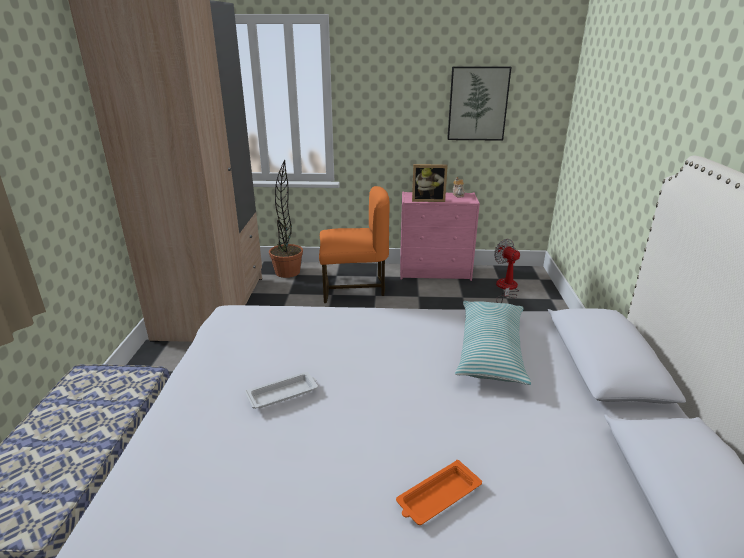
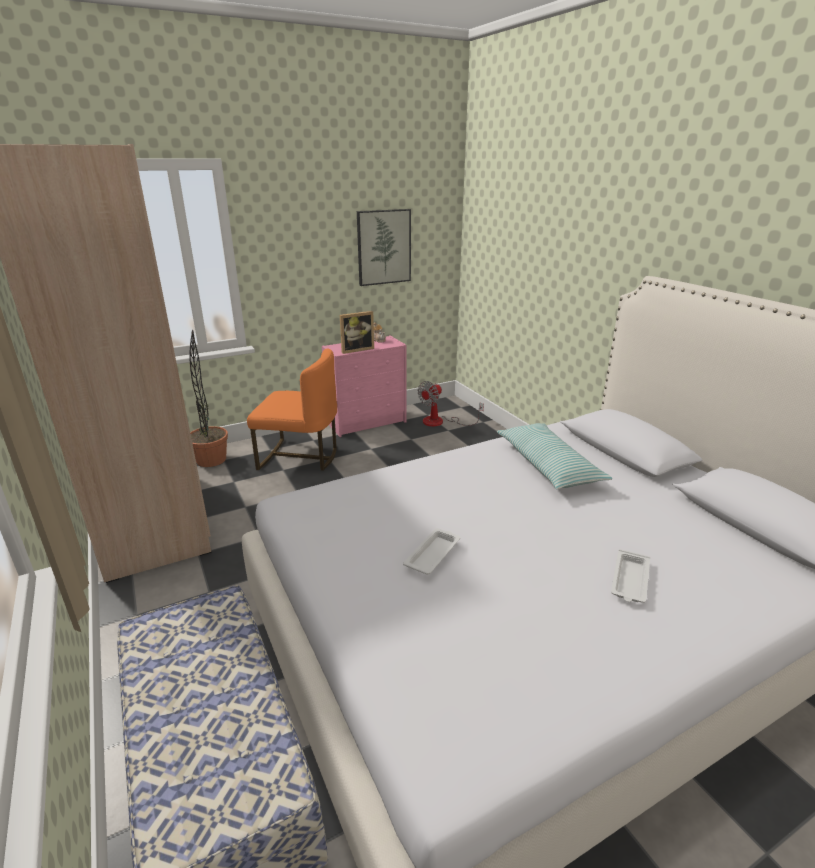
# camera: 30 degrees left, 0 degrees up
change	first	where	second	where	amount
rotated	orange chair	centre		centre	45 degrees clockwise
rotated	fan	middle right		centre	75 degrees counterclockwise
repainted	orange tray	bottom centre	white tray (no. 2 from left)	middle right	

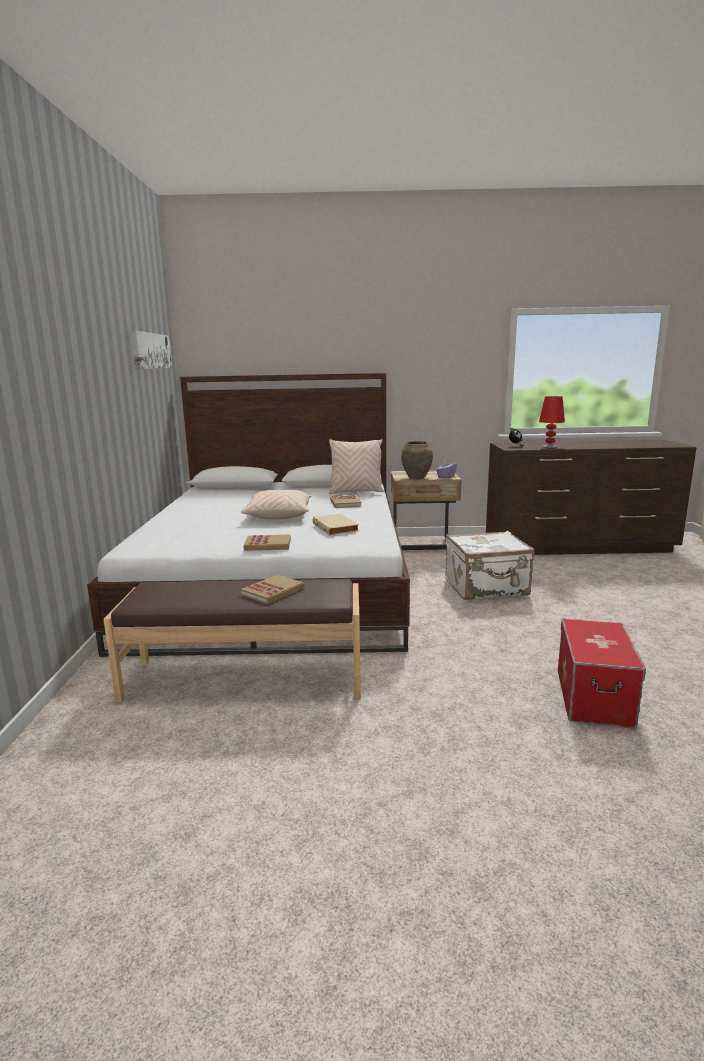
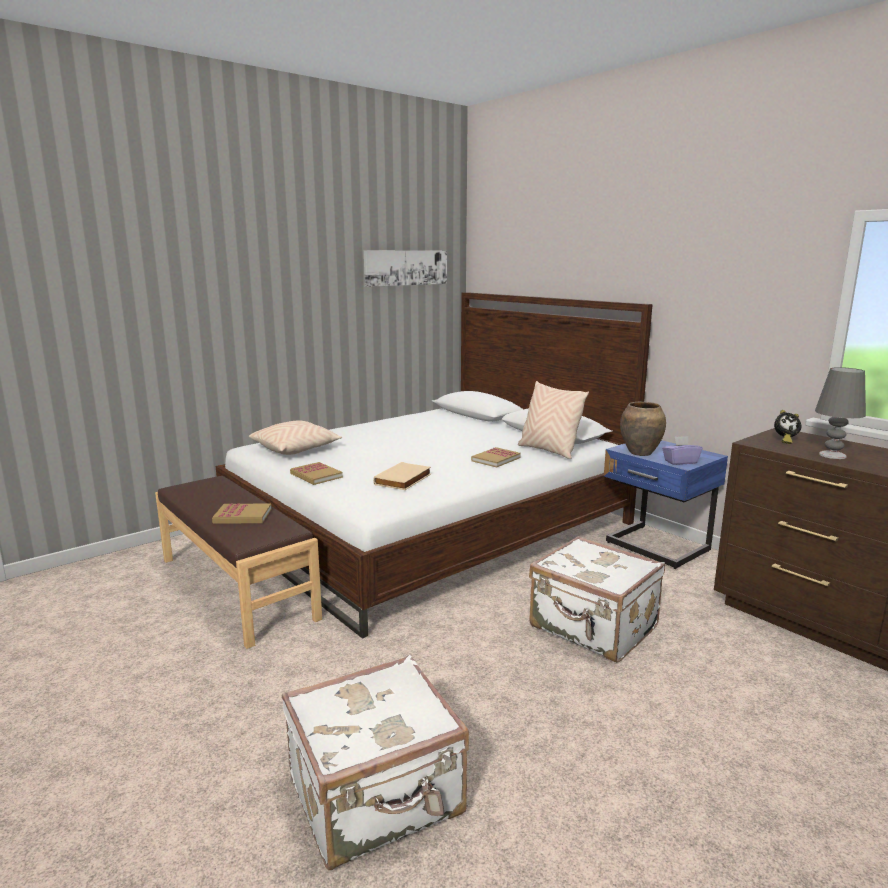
# camera: 50 degrees right, 0 degrees up
change	first	where	second	where	amount
shifted	beige pillow (no. 1 from left)	centre		middle left	
swapped	storage box	middle right	white suitcase (no. 1 from left)	bottom centre	
repainted	beige nightstand	centre	blue nightstand	middle right	
repainted	red table lamp	middle right	grey table lamp	middle right	

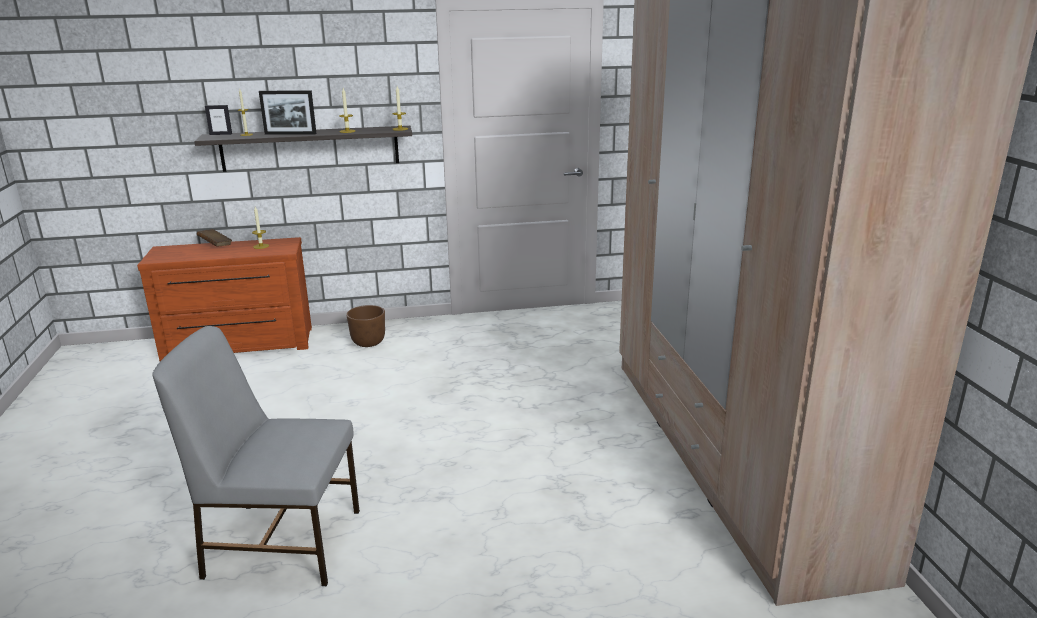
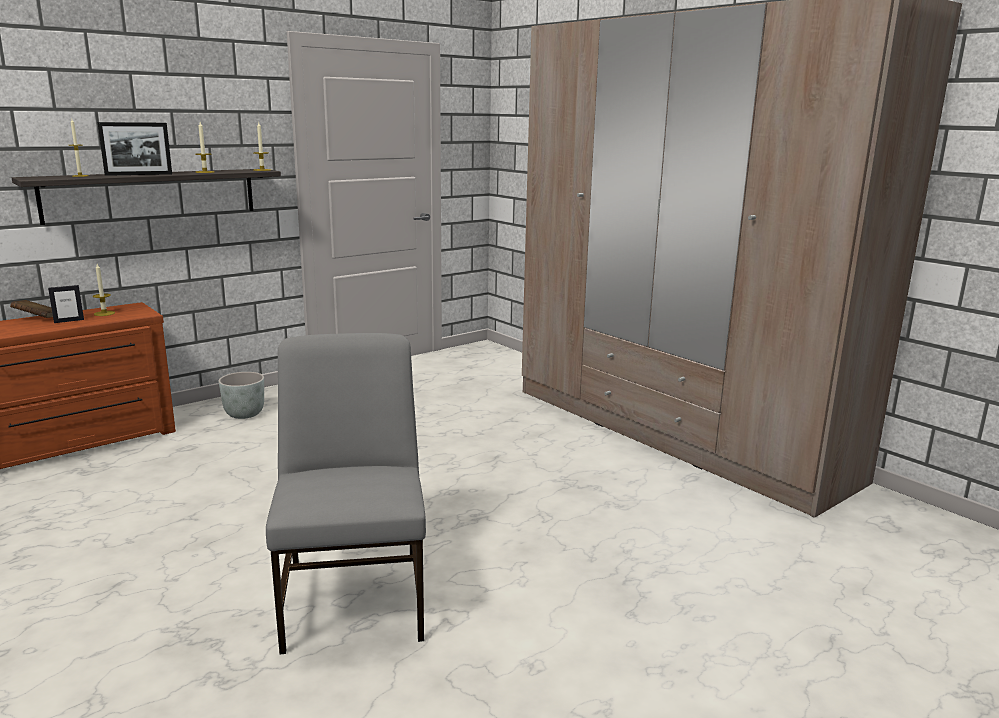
# camera: 30 degrees left, 5 degrees down
change	first	where	second	where	amount
shifted	picture frame (no. 1 from left)	top left		middle left	
repainted	brown planter	centre	grey planter	middle left	
rotated	grey chair	bottom left		bottom centre	105 degrees clockwise

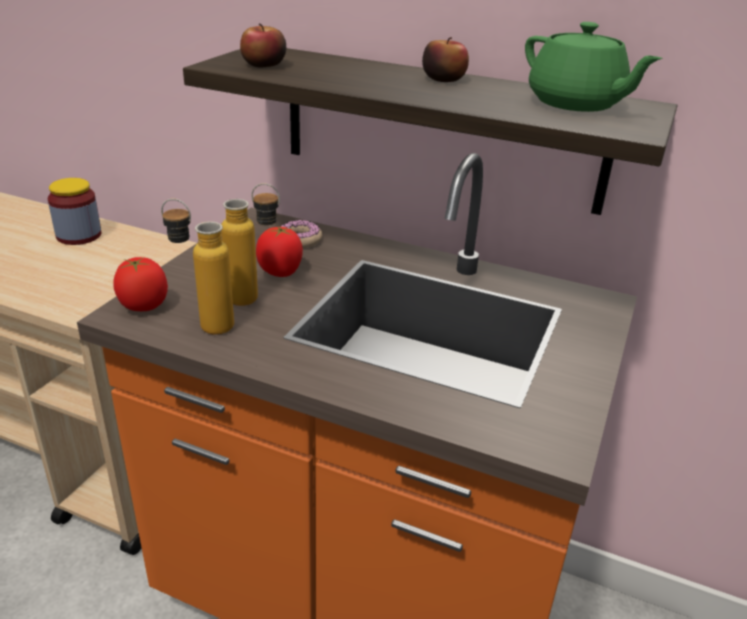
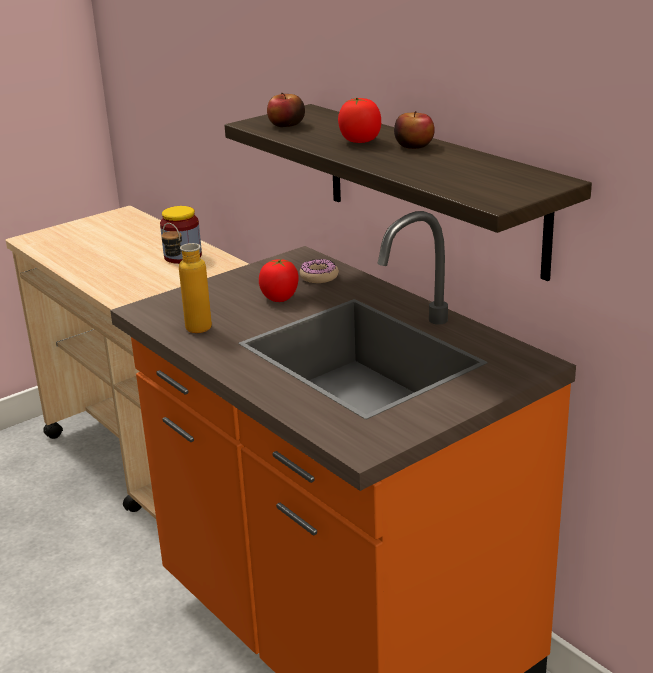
# camera: 30 degrees right, 5 degrees down
change	first	where	second	where	amount
shifted	tomato (no. 1 from left in the first image)	middle left	tomato (no. 2 from left)	top centre	
gone	bottle (no. 2 from left)	centre			
gone	green teapot	top right			

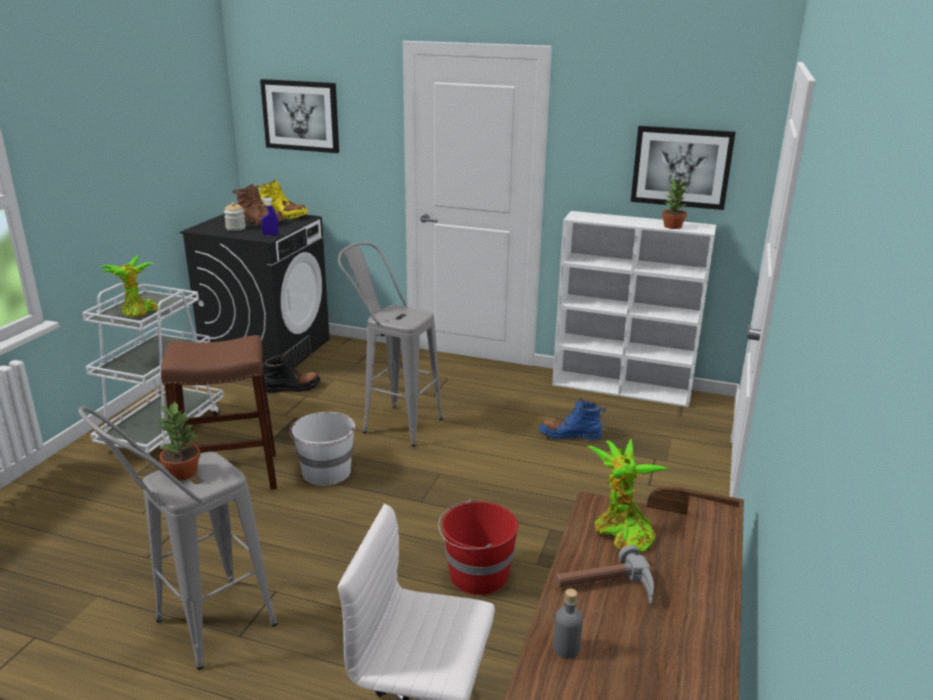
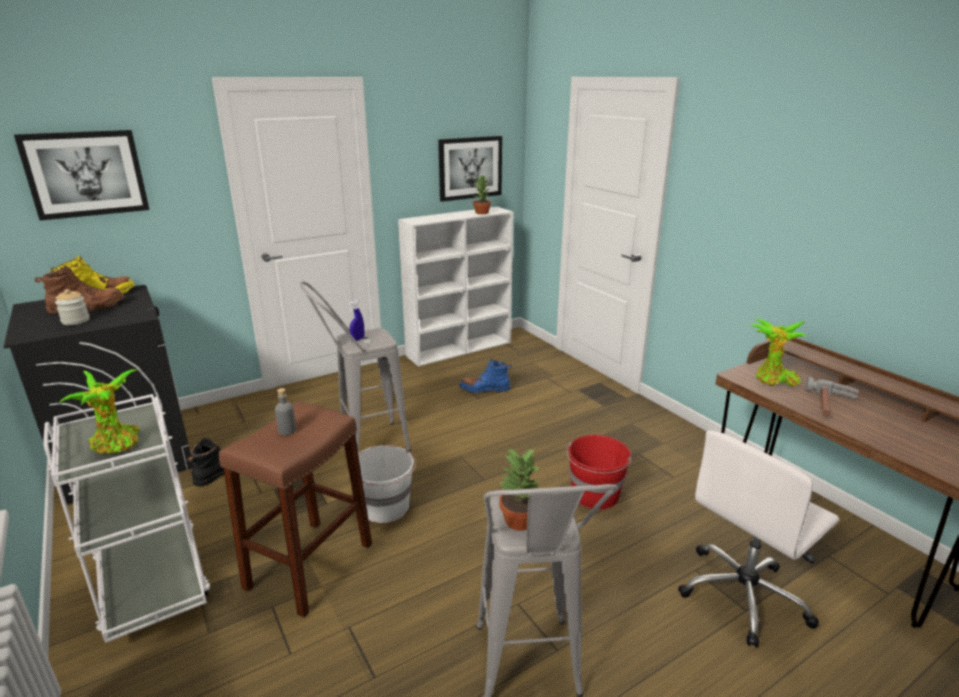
# camera: 50 degrees left, 0 degrees up
change	first	where	second	where	amount
shifted	grey bottle	bottom centre		middle left	
shifted	blue spray bottle	top left		centre	
rotated	blue boot	centre		centre	45 degrees clockwise

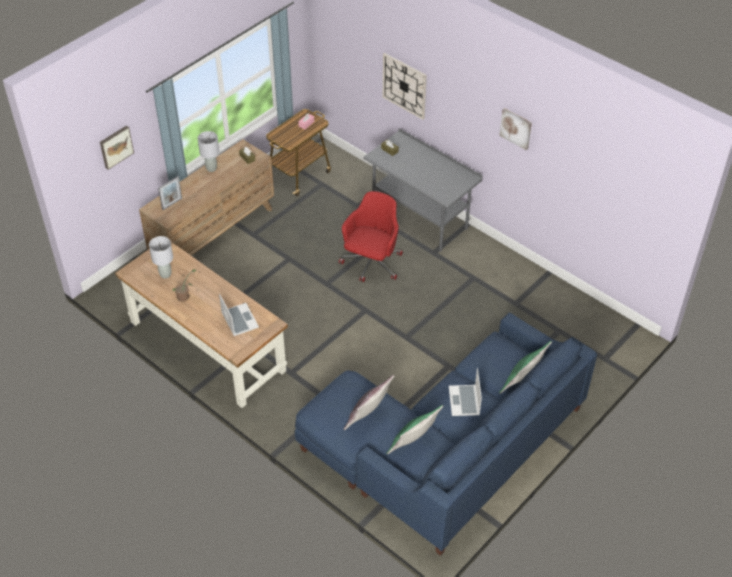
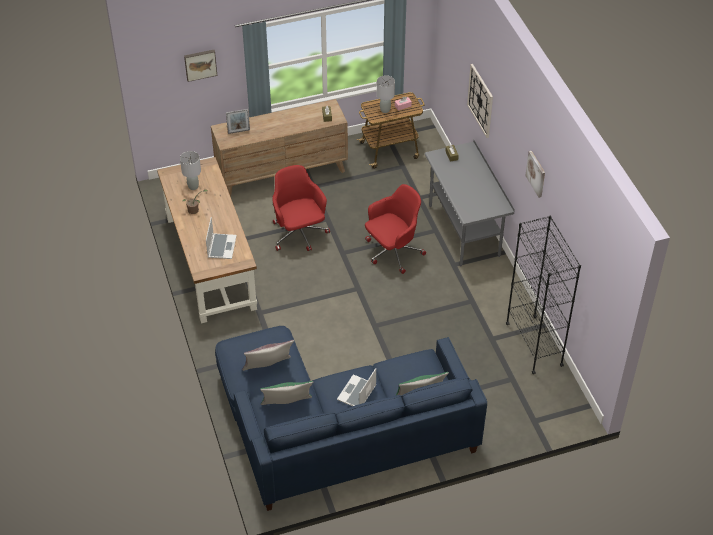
# camera: 30 degrees right, 0 degrees up
change	first	where	second	where	amount
new			red office chair (no. 1 from left)	centre	
shifted	grey table lamp (no. 2 from left)	top left		top centre	
new			black bookcase	middle right	

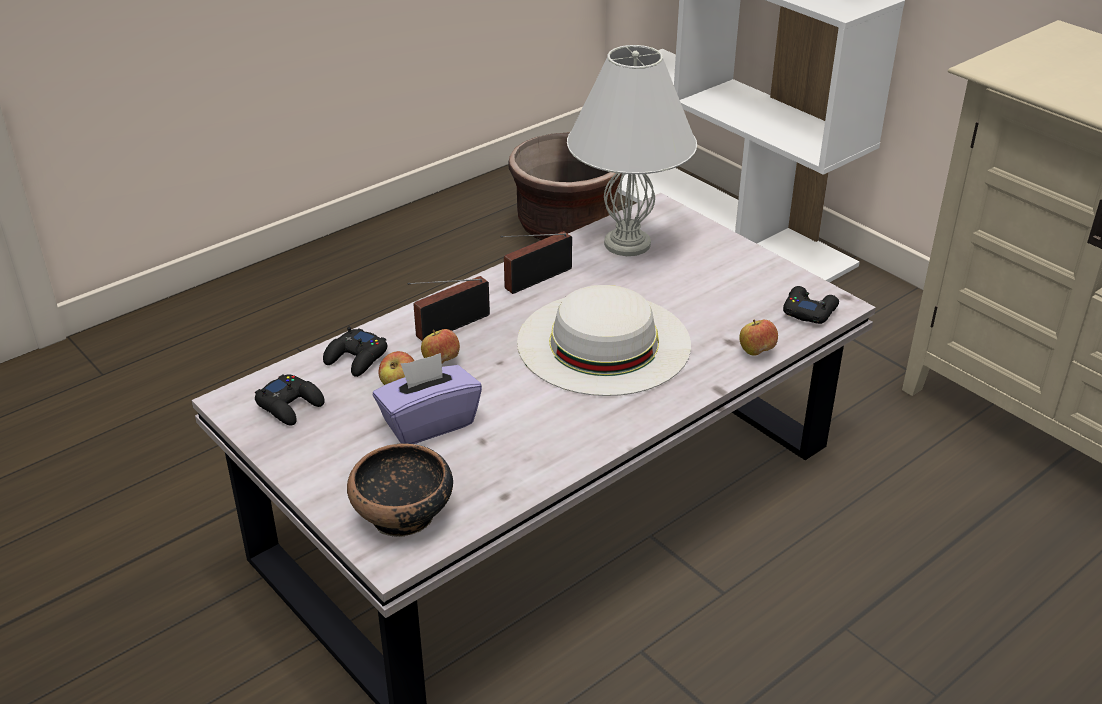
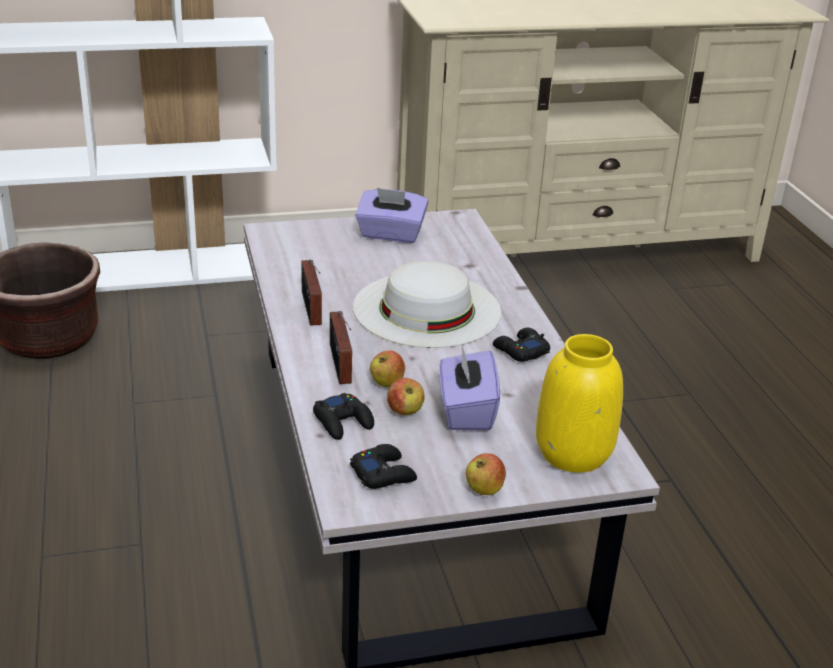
# camera: 65 degrees left, 5 degrees down
change	first	where	second	where	amount
new			purple tissue box (no. 1 from left)	top centre	
shifted	apple (no. 3 from left)	middle right		bottom centre	
shifted	black game controller (no. 3 from left)	middle right		centre	
swapped	bowl	bottom centre	yellow vase	middle right	
gone	white table lamp	top centre			

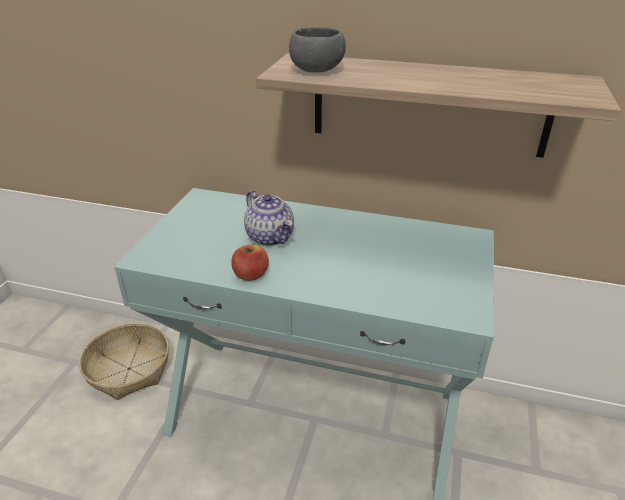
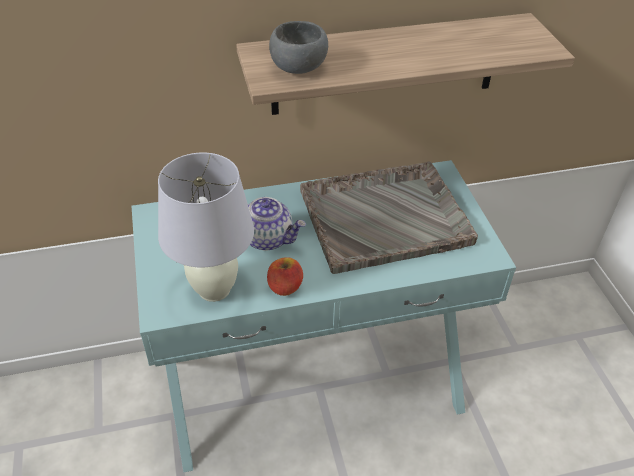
# camera: 30 degrees left, 10 degrees up
change	first	where	second	where	amount
new			white table lamp	middle left	
new			grey tray	centre	
gone	basket	bottom left			

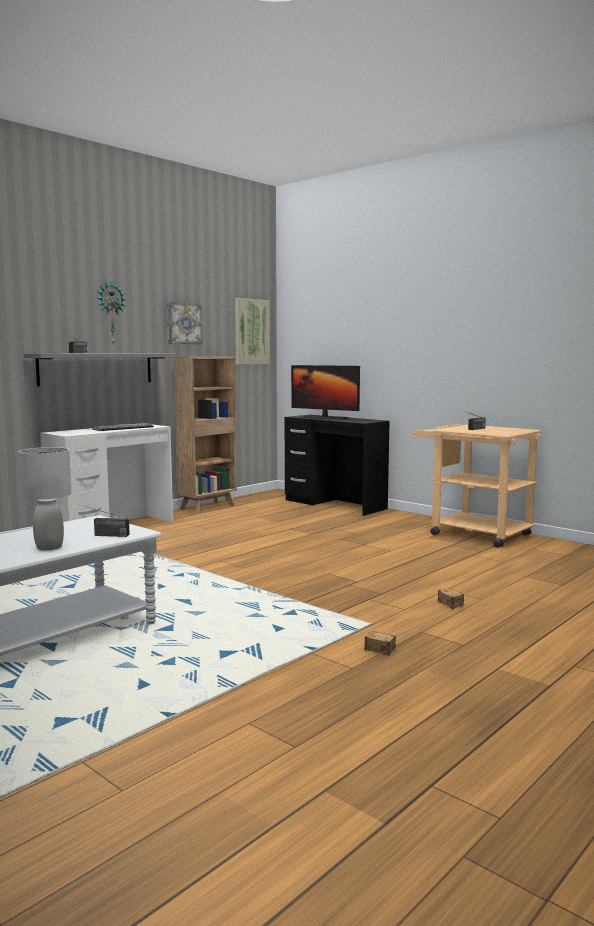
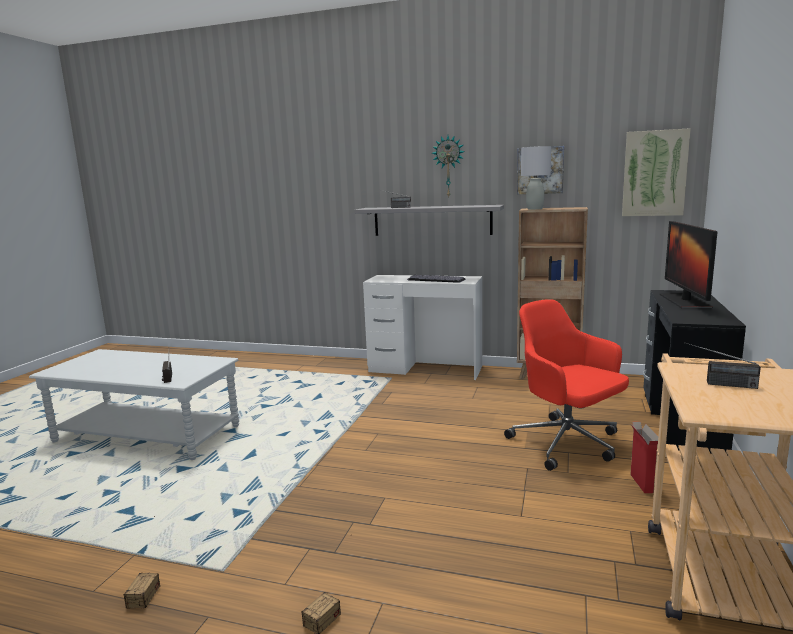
# camera: 65 degrees right, 5 degrees up
change	first	where	second	where	amount
new			red office chair	middle right	
shifted	grey table lamp	middle left		top right	
new			cardboard box	bottom right	

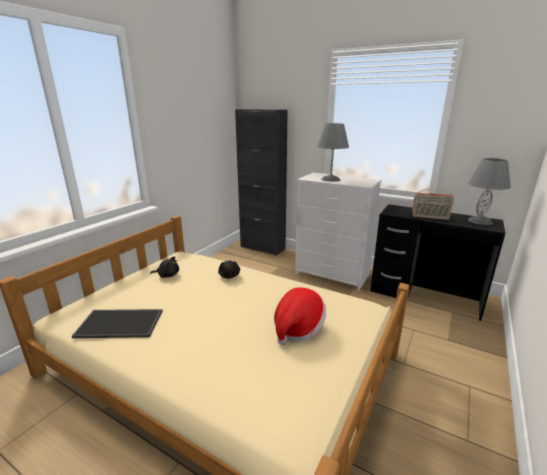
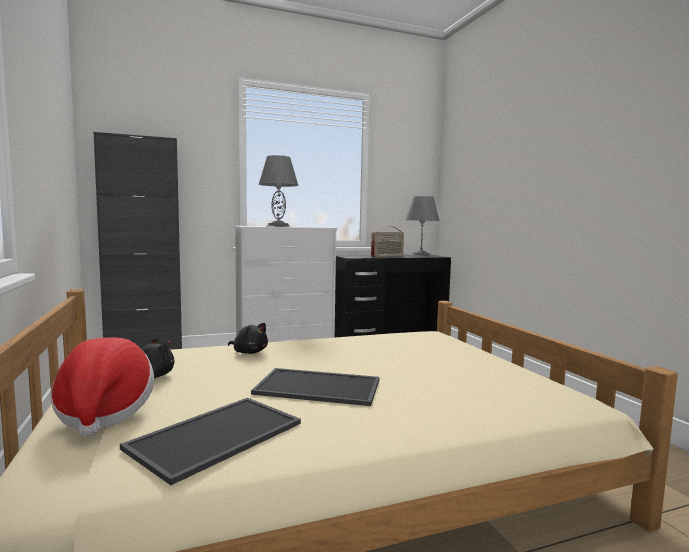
# camera: 50 degrees left, 15 degrees down
change	first	where	second	where	amount
shifted	hat	centre		bottom left	
new			tray (no. 2 from left)	bottom centre	

